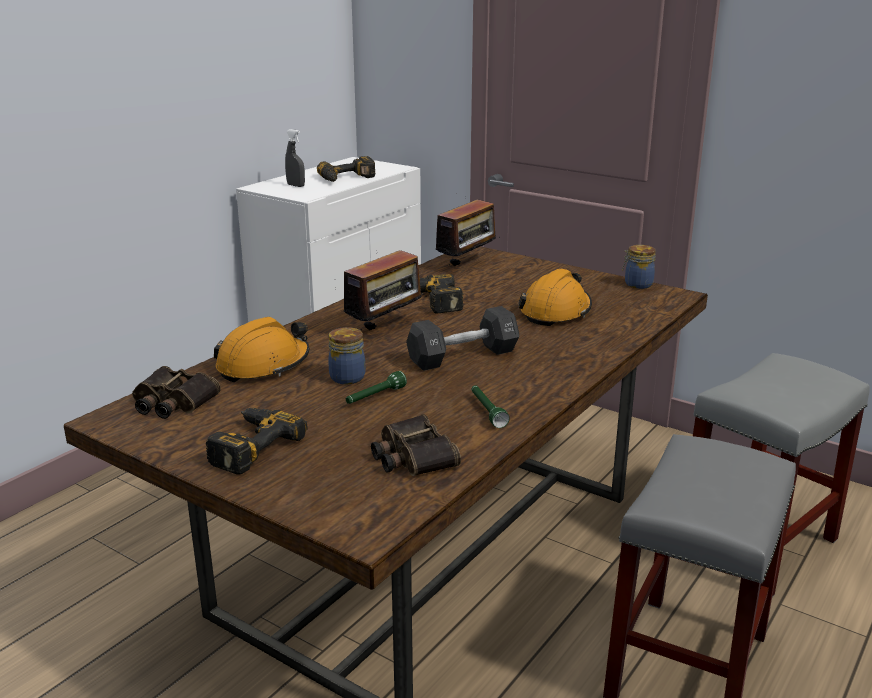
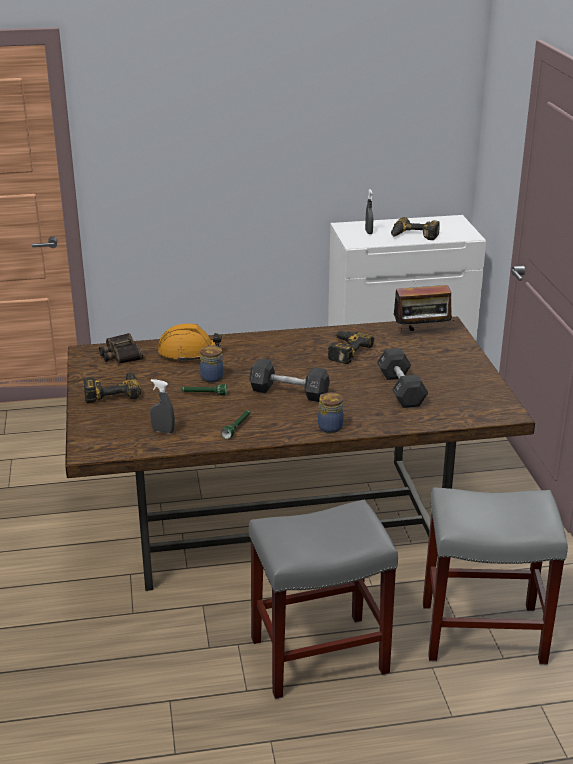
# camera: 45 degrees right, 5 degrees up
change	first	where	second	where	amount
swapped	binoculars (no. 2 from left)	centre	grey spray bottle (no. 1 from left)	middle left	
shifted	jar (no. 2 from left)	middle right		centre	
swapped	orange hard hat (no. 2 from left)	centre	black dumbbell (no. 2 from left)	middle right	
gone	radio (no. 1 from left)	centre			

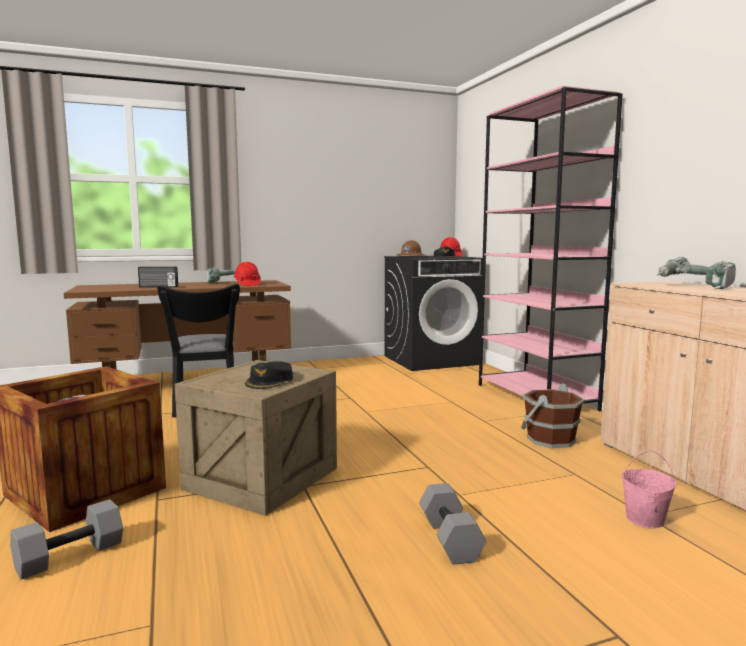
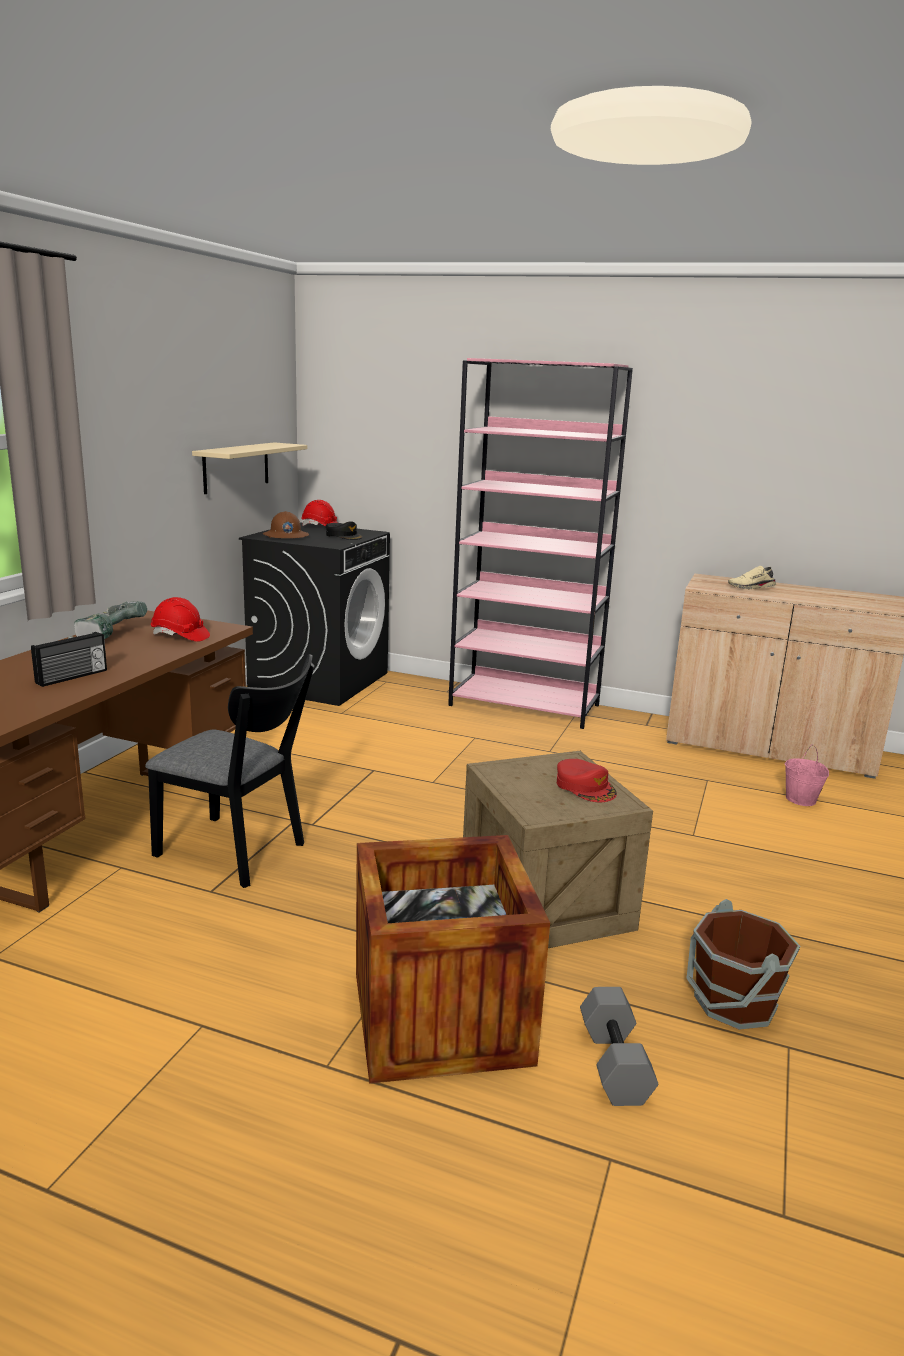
# camera: 50 degrees left, 10 degrees up
change	first	where	second	where	amount
new			beige shelf	middle left	
repainted	black cap (no. 1 from left)	centre	red cap	centre	
shifted	brown bucket	middle right		bottom right	
swapped	power drill (no. 2 from left)	middle right	beige shoe	middle right	
gone	grey dumbbell (no. 2 from left)	bottom centre			

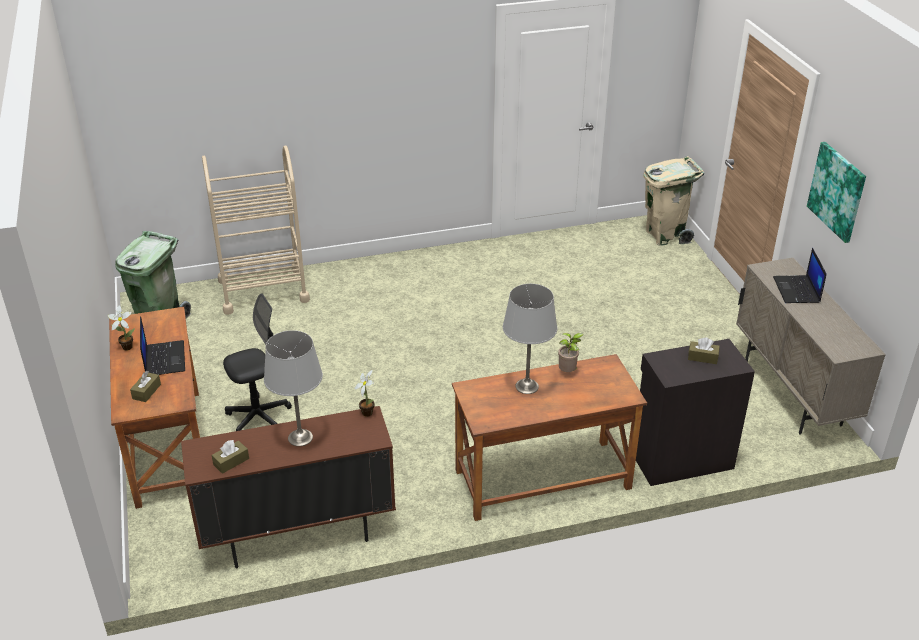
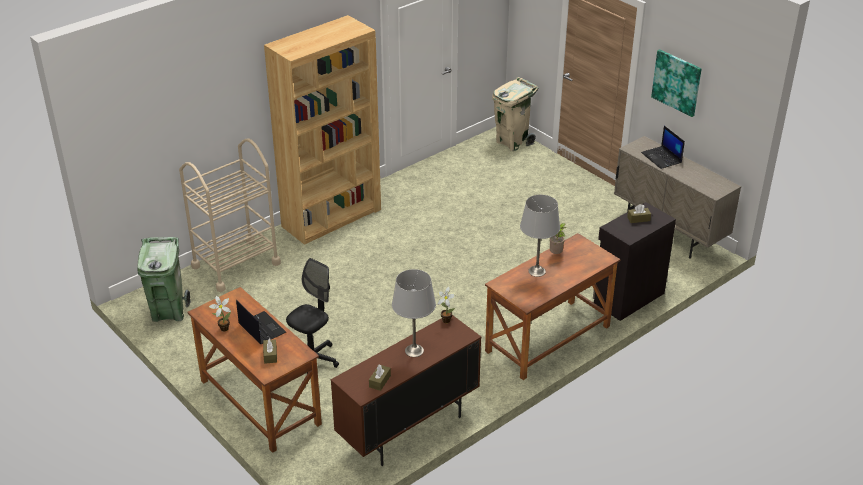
# camera: 25 degrees left, 0 degrees up
change	first	where	second	where	amount
new			brown bookcase	top centre	

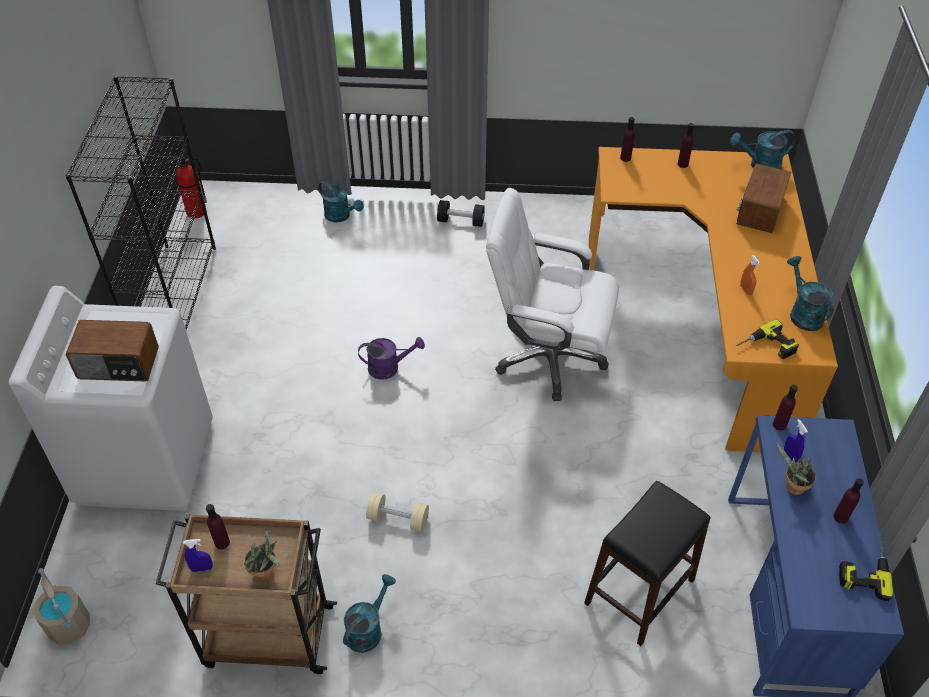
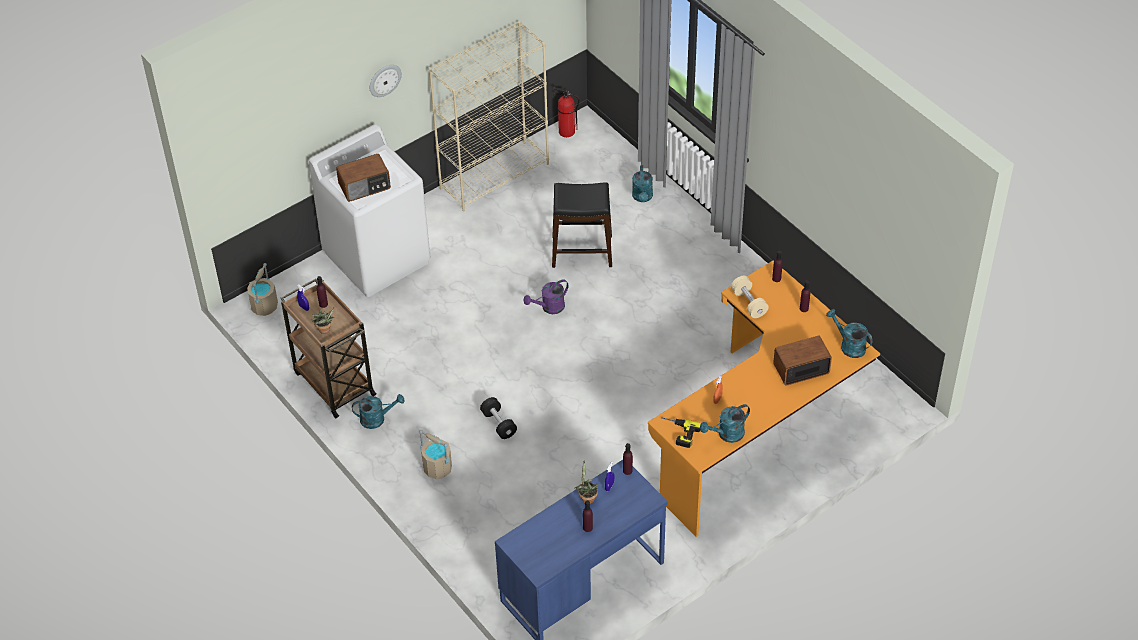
# camera: 50 degrees right, 0 degrees up
change	first	where	second	where	amount
rotated	radio (no. 1 from left)	middle left		top left	75 degrees counterclockwise
new			wall clock	top centre	
new			beige bucket (no. 2 from left)	bottom centre	
repainted	black bookcase	top left	beige bookcase	top centre	
shifted	black dumbbell	top centre		centre	
rotated	purple watering can	centre		centre	105 degrees clockwise
shifted	black stool	bottom right		centre	
rotated	turquoise watering can (no. 4 from left in the first image)	middle right	turquoise watering can (no. 3 from left)	centre	150 degrees counterclockwise
shifted	beige dumbbell	bottom centre		centre	
gone	white office chair	centre			
gone	power drill (no. 2 from left)	bottom right			

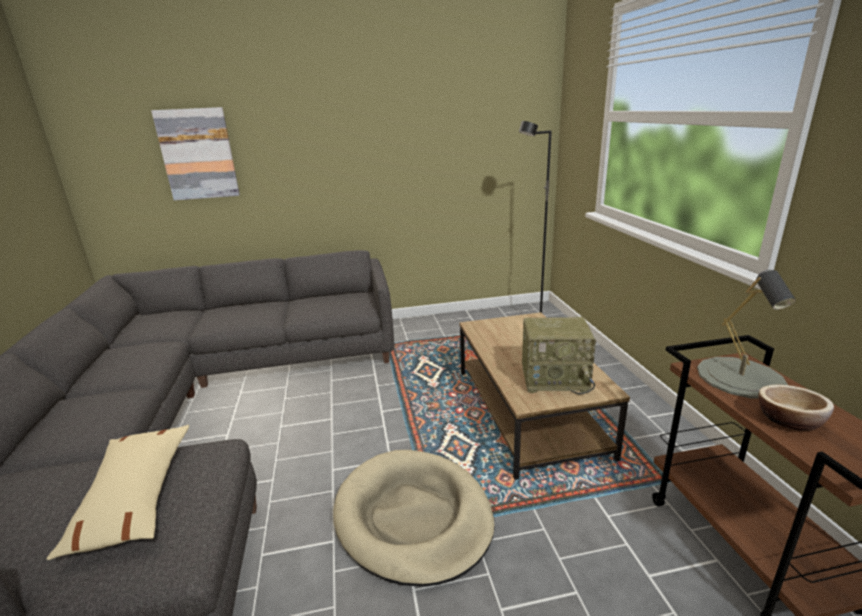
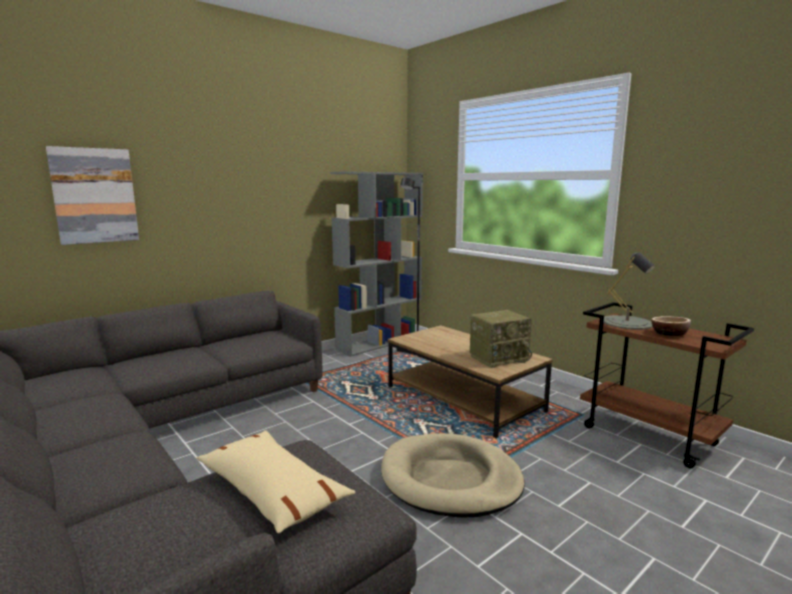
# camera: 30 degrees left, 10 degrees down
change	first	where	second	where	amount
new			grey bookcase	centre	

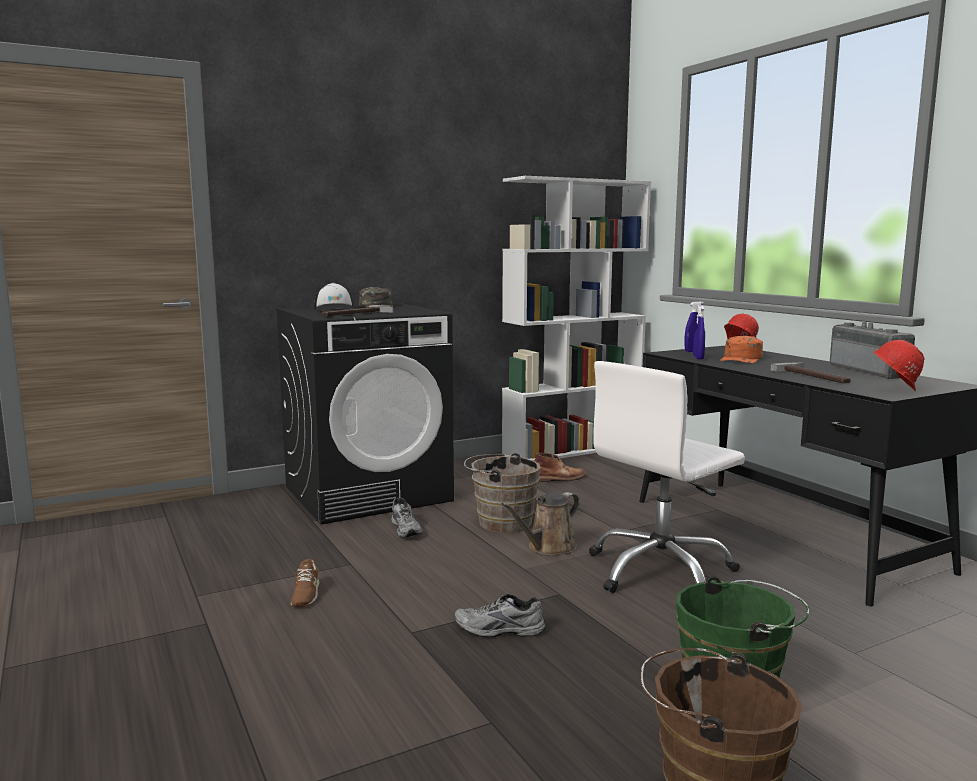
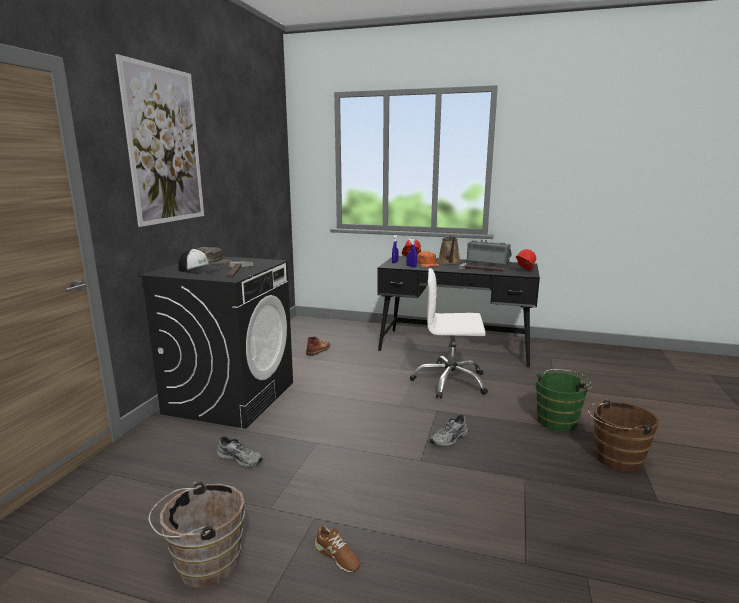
# camera: 45 degrees left, 5 degrees up
change	first	where	second	where	amount
new			picture	top left	
shifted	brown bucket (no. 1 from left)	centre		bottom left	
shifted	grey shoe (no. 1 from left)	centre		bottom left	
shifted	brown shoe	bottom left		bottom centre	
rotated	white office chair	middle right		centre	90 degrees clockwise
shifted	brown watering can	bottom centre		centre	
gone	white bookcase	centre			

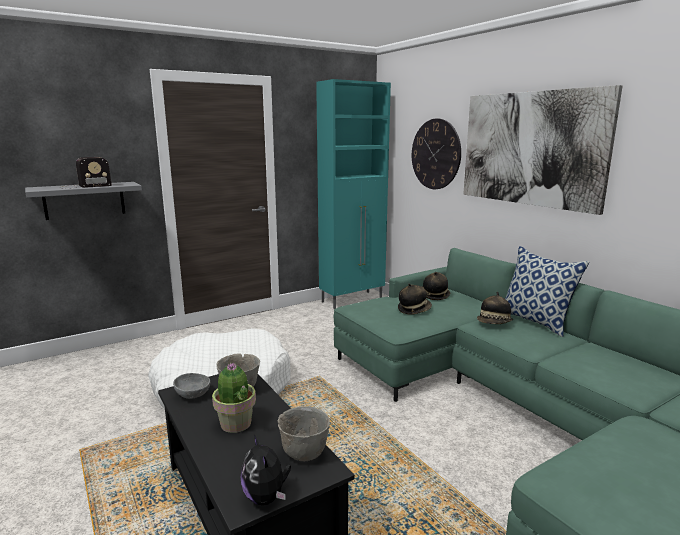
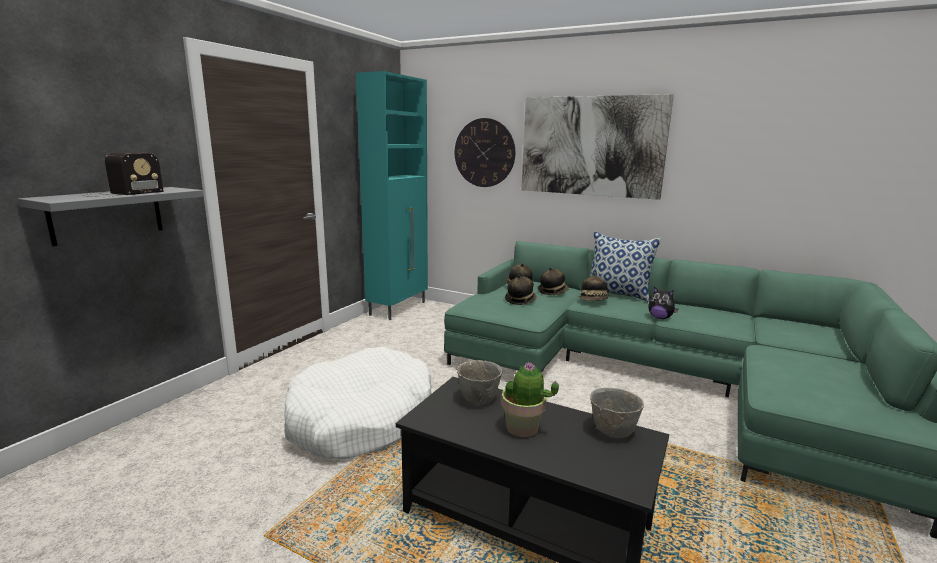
# camera: 30 degrees left, 0 degrees up
change	first	where	second	where	amount
new			hat (no. 3 from left)	centre	
shifted	plush toy	bottom centre		middle right	
gone	grey bowl (no. 1 from left)	bottom left			

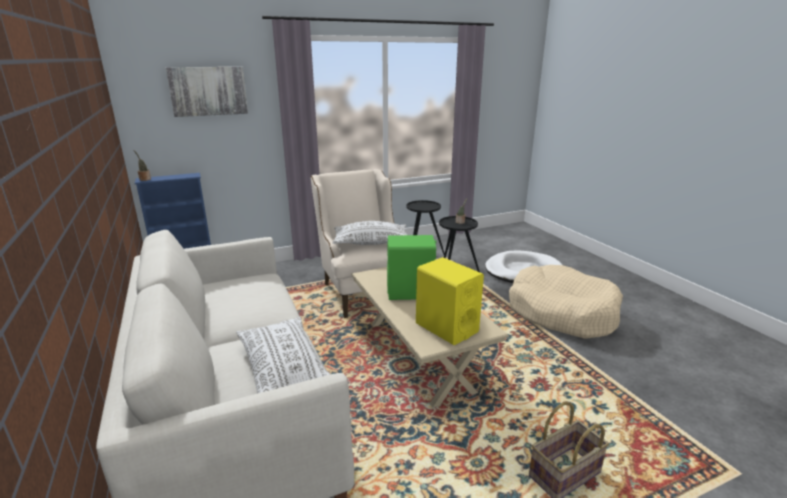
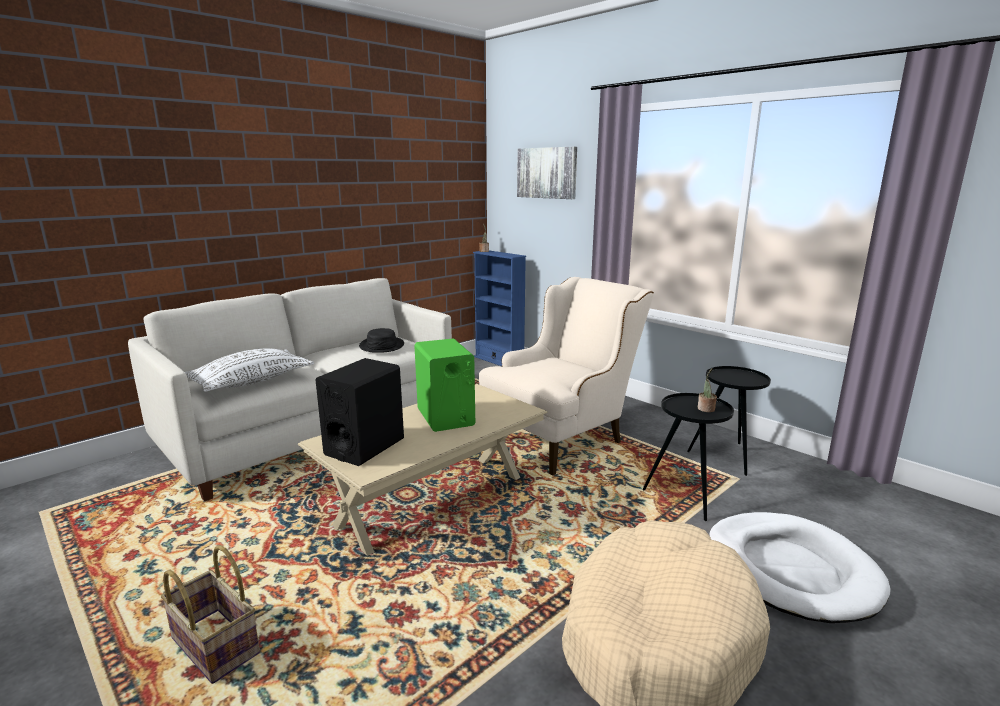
# camera: 70 degrees right, 5 degrees down
change	first	where	second	where	amount
repainted	yellow speaker	centre	black speaker	centre	
new			black hat	centre	
gone	white pillow (no. 2 from left)	centre			

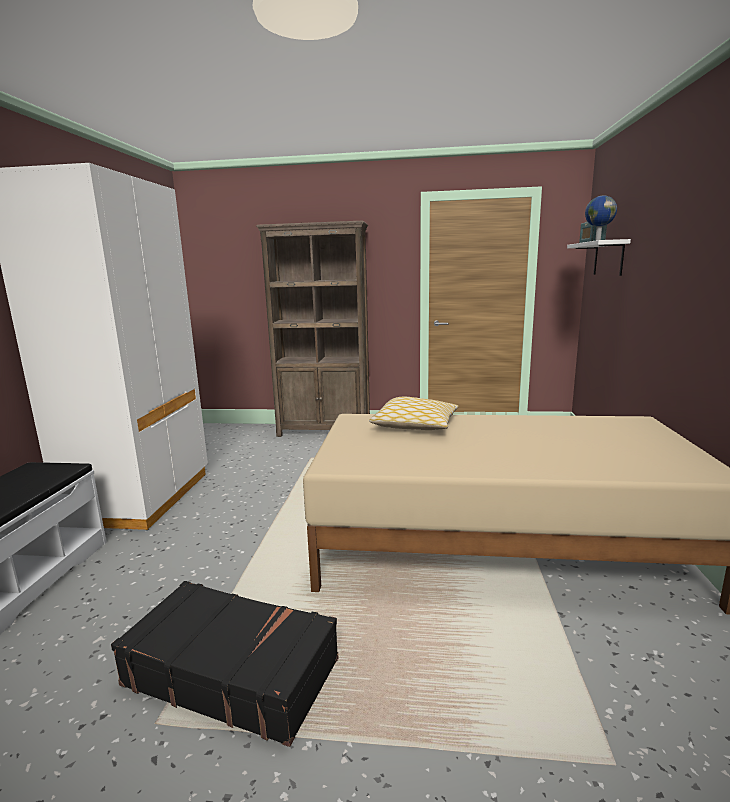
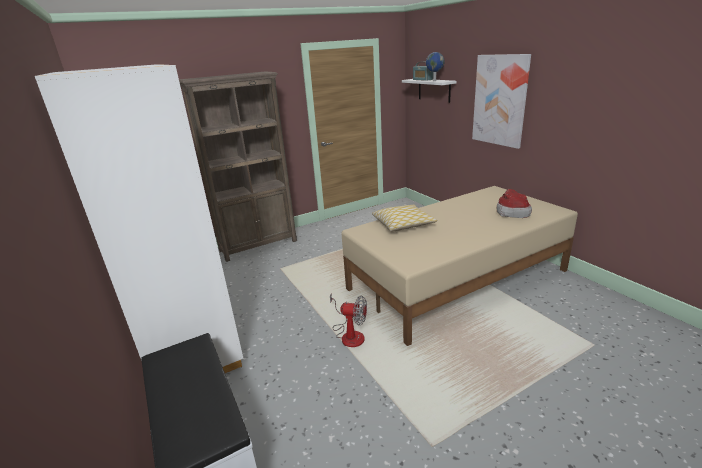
# camera: 35 degrees left, 10 degrees up
change	first	where	second	where	amount
new			fan	bottom centre	
new			picture	top right	
new			hat	middle right	
gone	black suitcase	bottom left			

